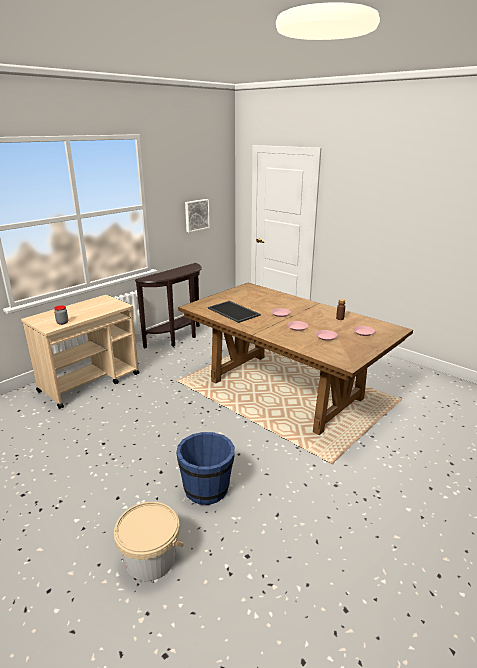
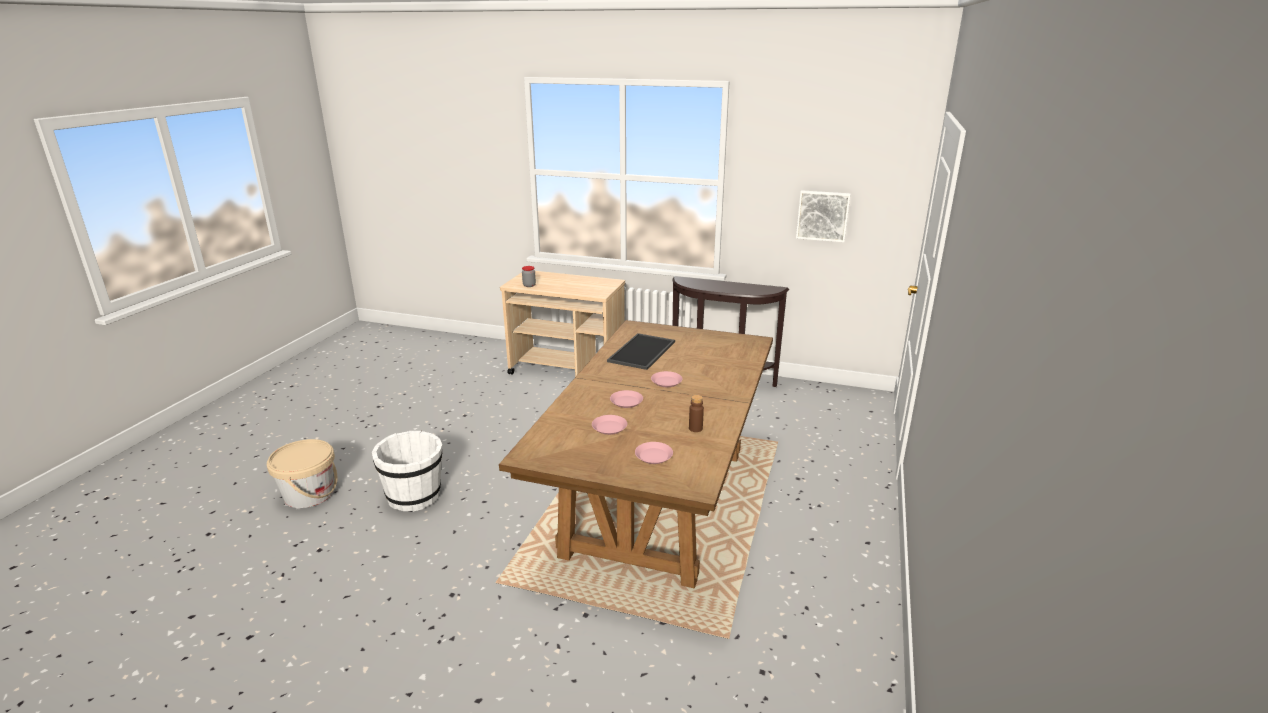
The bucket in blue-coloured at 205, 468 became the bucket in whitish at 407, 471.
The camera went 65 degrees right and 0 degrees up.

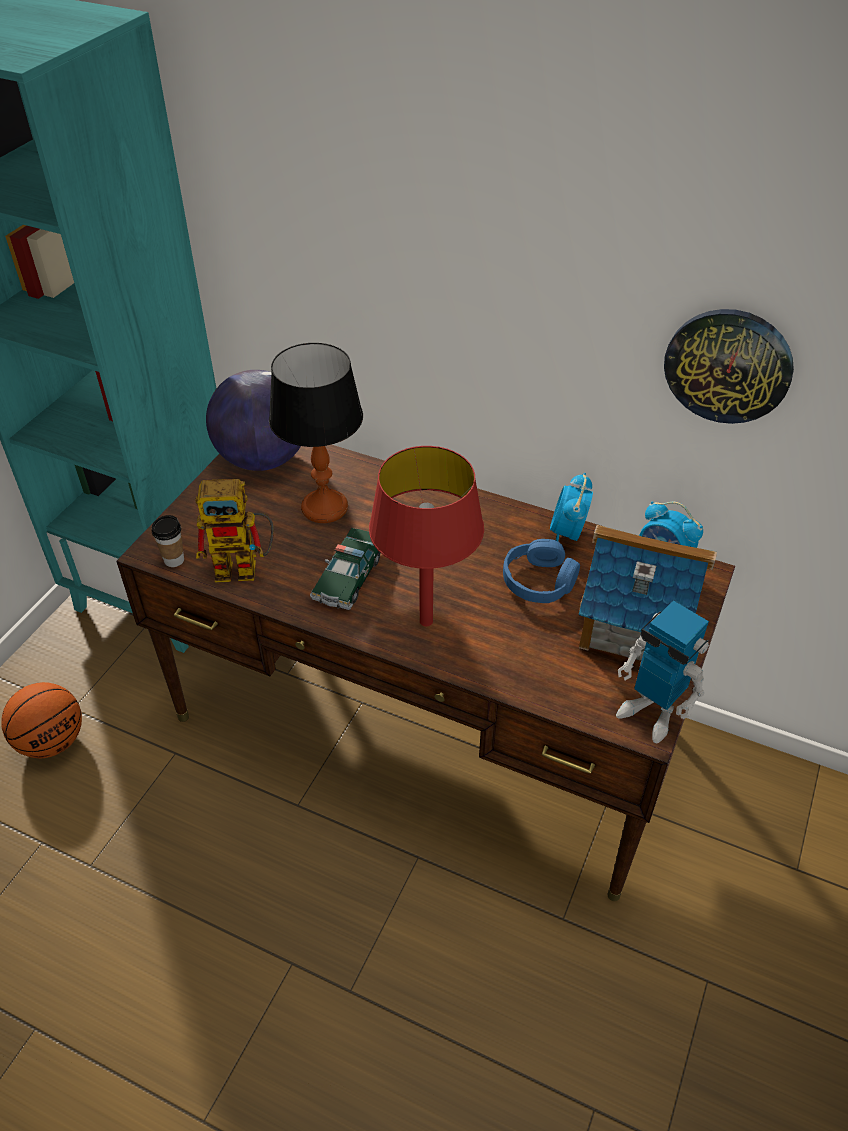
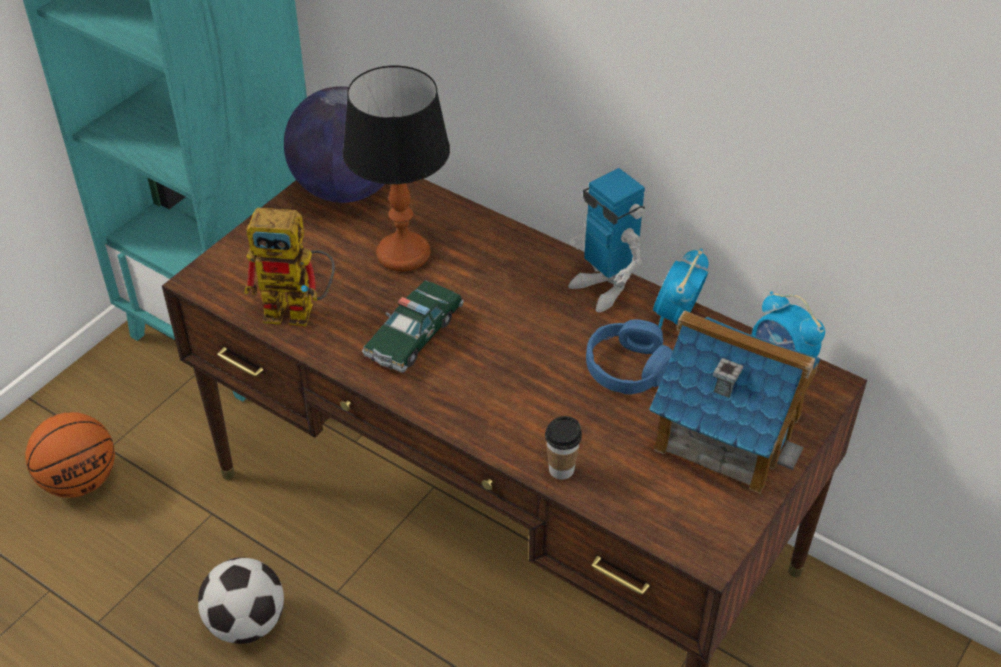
The clock on the wall at 729, 366 disappeared.
The table lamp in red at 426, 536 disappeared.
The cup moved from 168, 541 to 563, 448.
The robot figure moved from 662, 672 to 606, 240.
The ball for football at 241, 600 appeared.
The camera went 10 degrees right and 0 degrees up.

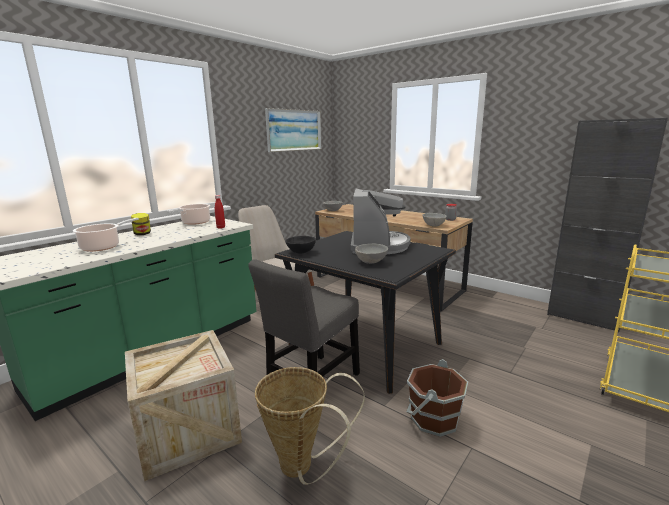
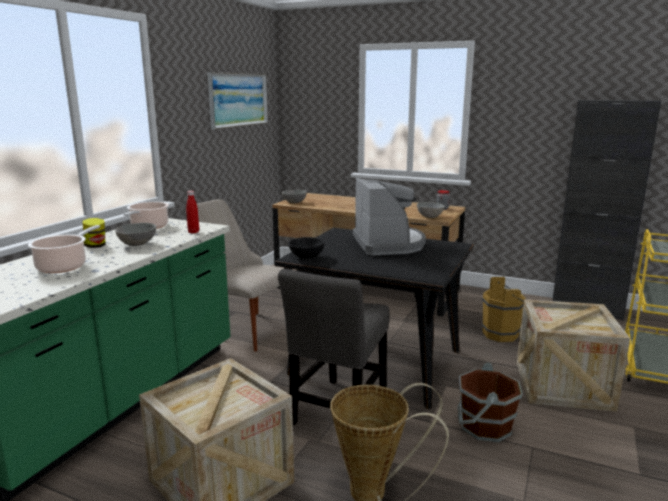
The bowl in grey moved from 371, 253 to 135, 234.
The bucket in brown at 504, 309 appeared.
The packing crate at 573, 355 appeared.
The camera went 15 degrees left and 0 degrees up.

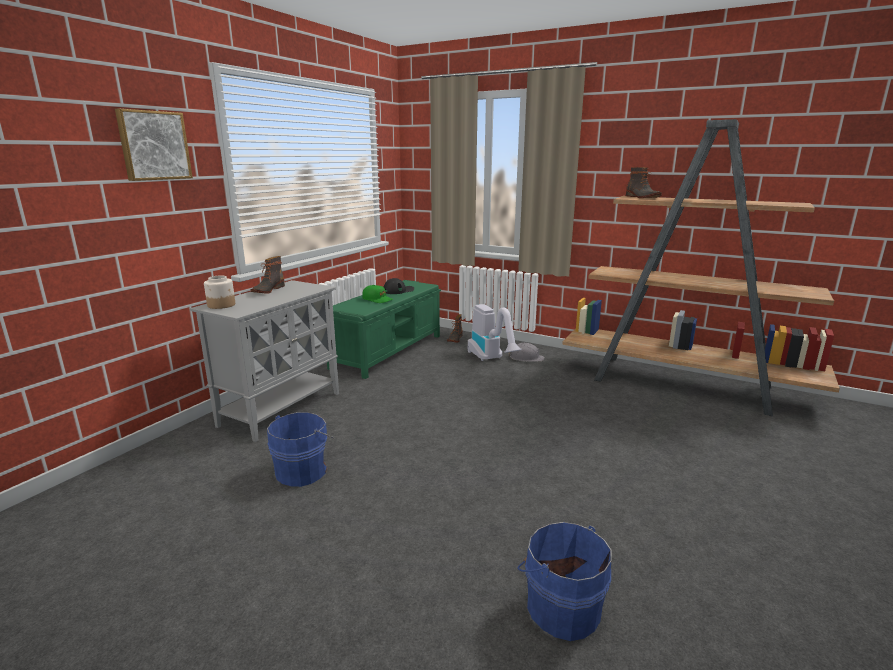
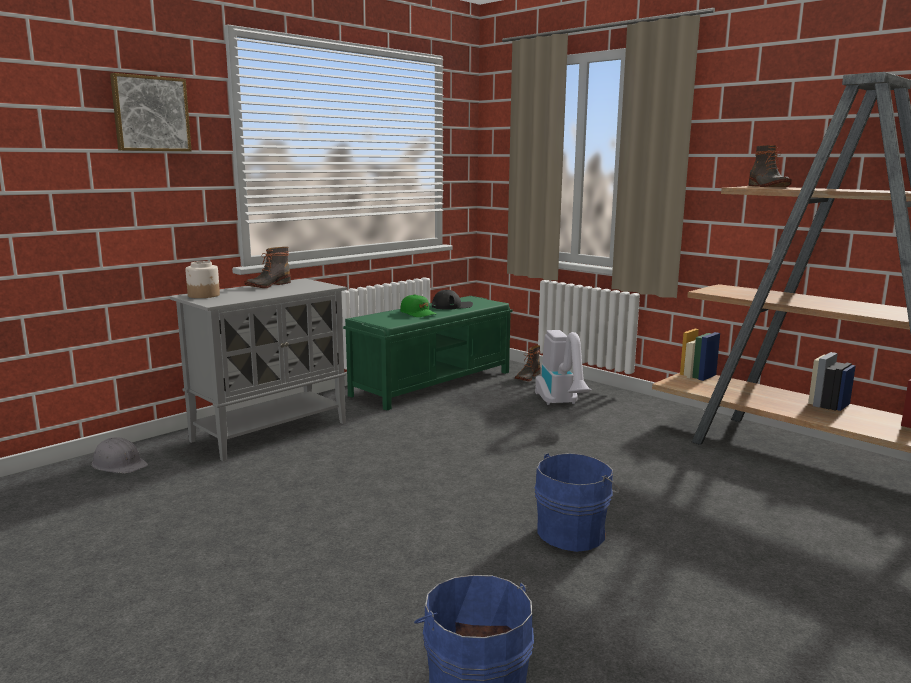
The safety helmet in grey moved from 526, 352 to 119, 455.
The bucket in blue-coloured moved from 300, 449 to 577, 502.
The camera went 15 degrees right and 5 degrees down.

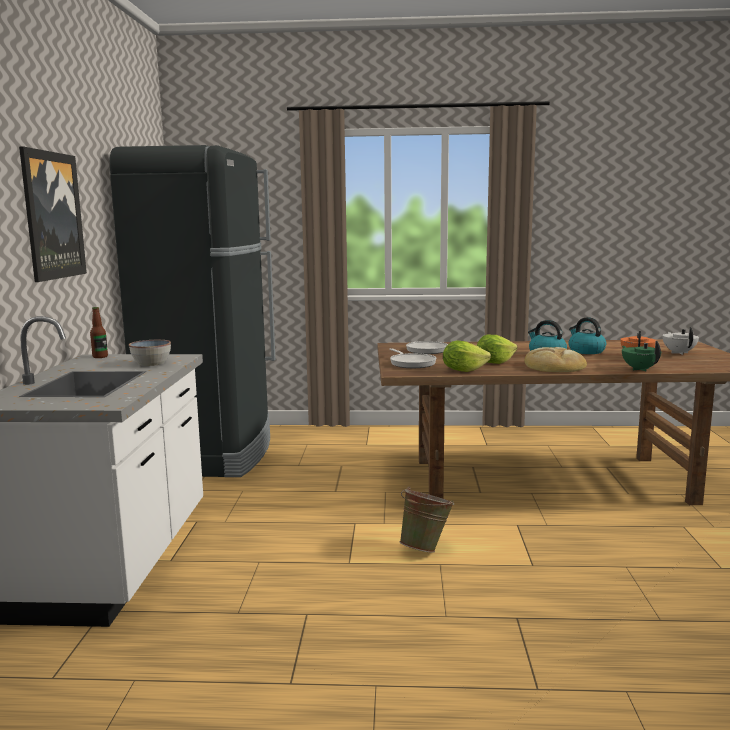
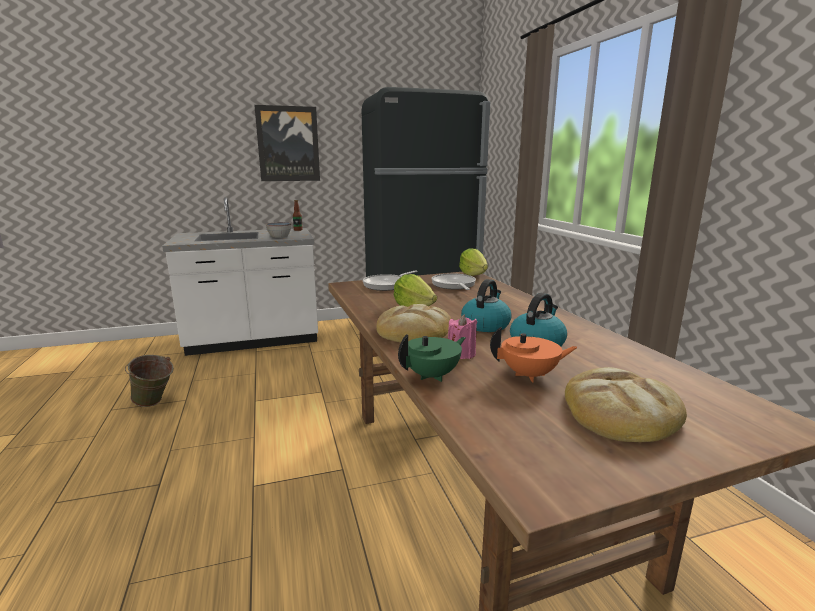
The teapot in whitish at 680, 341 was replaced by the bread at 626, 404.
The head of lettuce moved from 467, 356 to 473, 262.
The bucket in green moved from 426, 520 to 149, 381.
The wax candle in pink at 462, 336 appeared.
The camera went 70 degrees right and 5 degrees up.

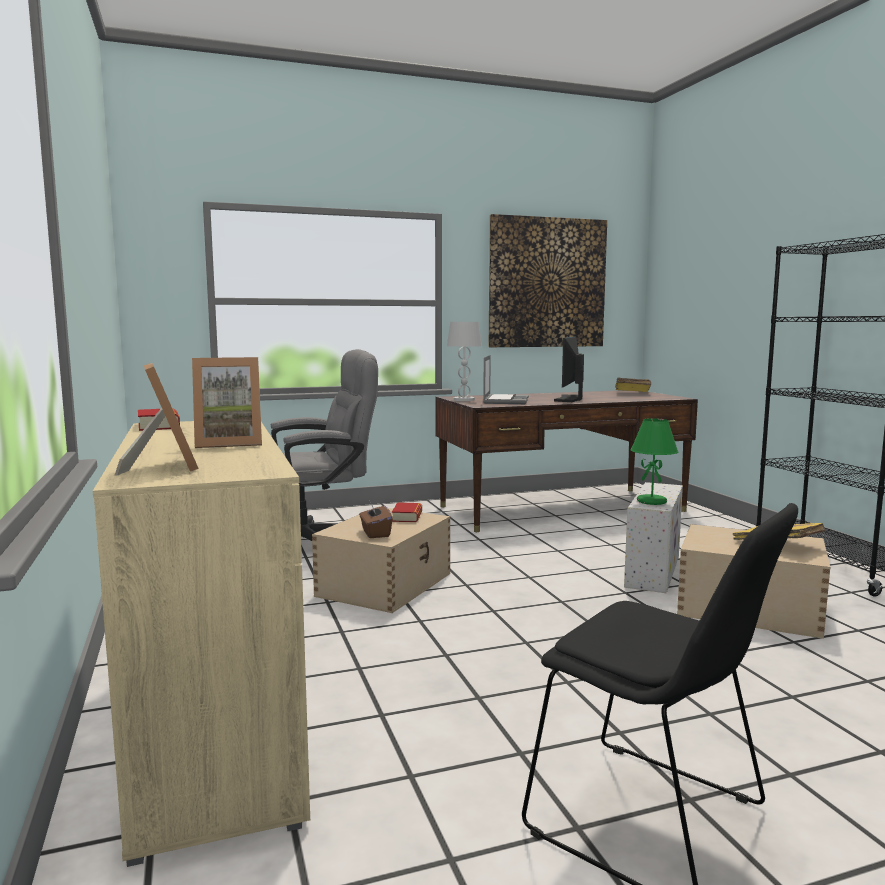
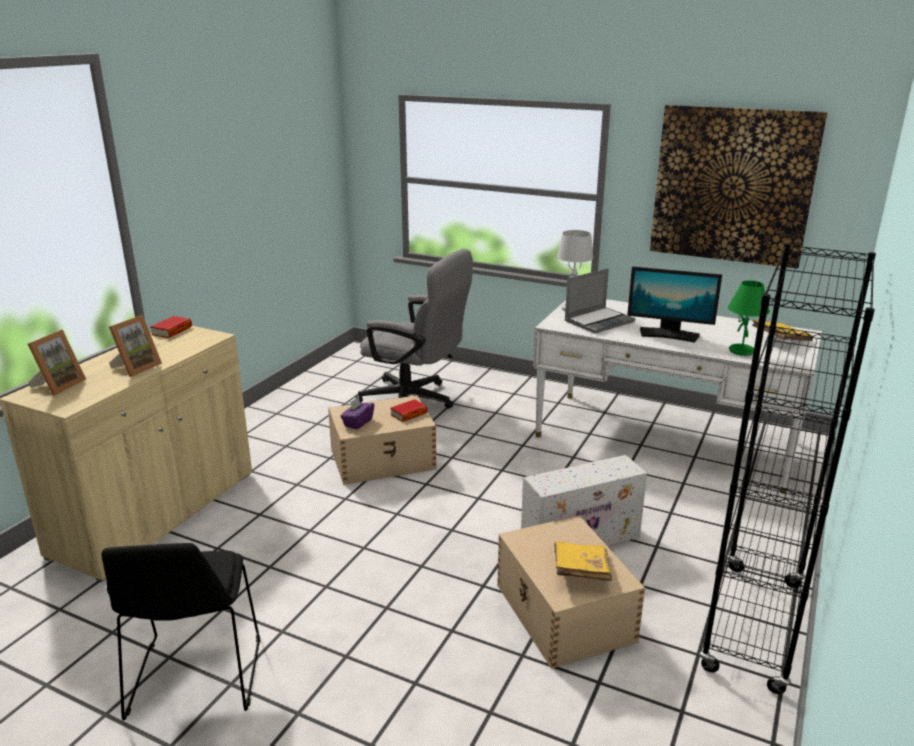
The computer display at 569, 369 turned 135 degrees counterclockwise.
The photo frame at 227, 402 turned 90 degrees counterclockwise.
The desk table in brown at 566, 461 became the desk table in whitish at 677, 396.
The table lamp in green moved from 654, 461 to 749, 318.
The tissue holder in brown at 375, 520 became the tissue holder in purplish at 357, 413.
The camera went 45 degrees right and 15 degrees up.

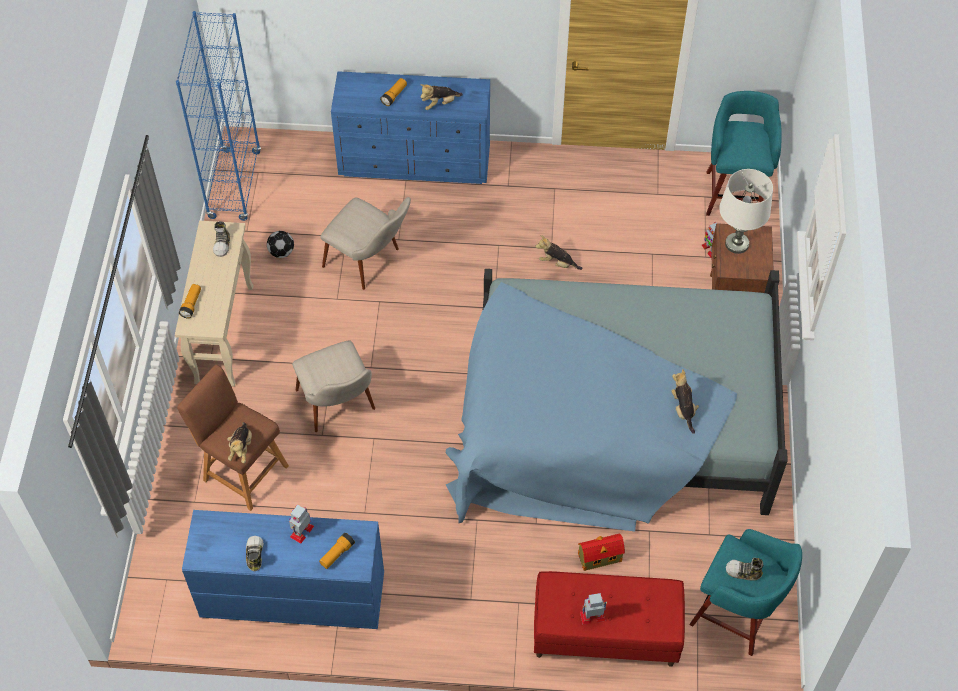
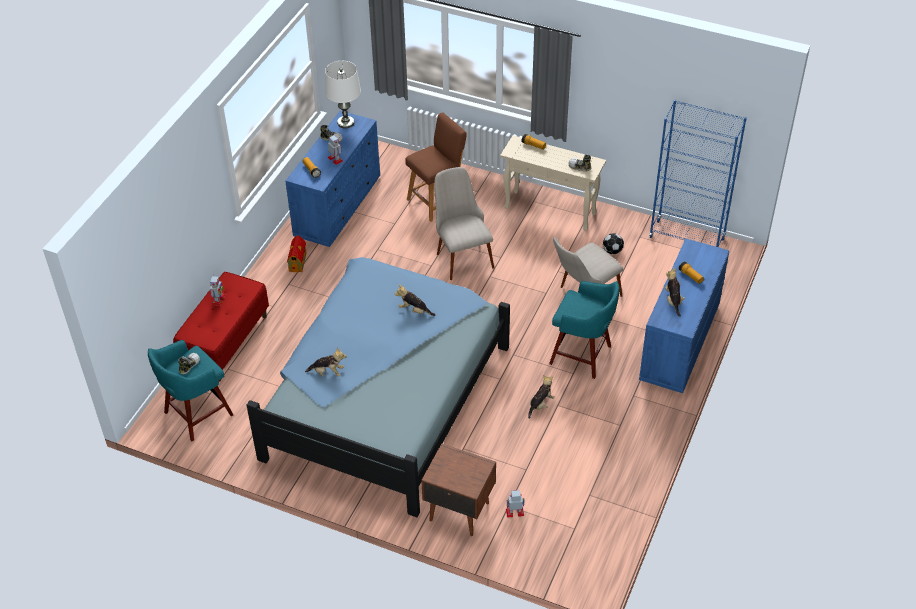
The stool in turquoise-coloured moved from 744, 153 to 584, 330.
The table lamp in whitish moved from 746, 211 to 343, 94.
The plain chair in beige at 333, 386 turned 75 degrees clockwise.
The plush toy moved from 239, 442 to 414, 300.
The model house moved from 601, 552 to 296, 254.
The camera went 110 degrees right and 10 degrees down.

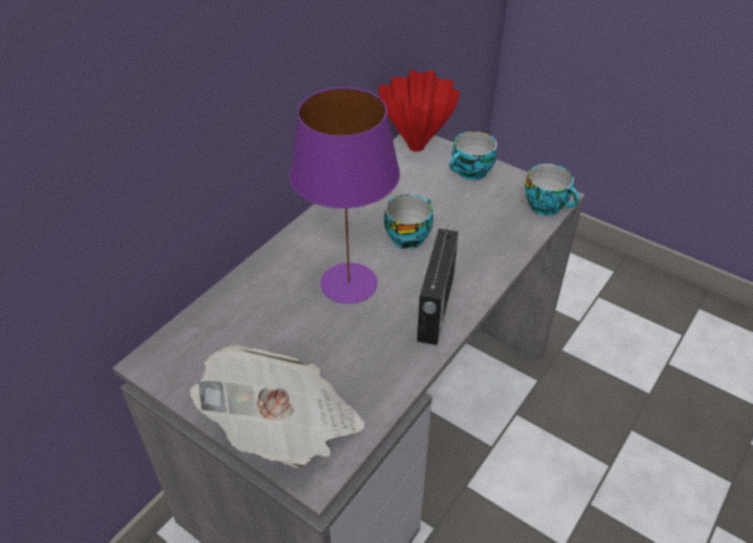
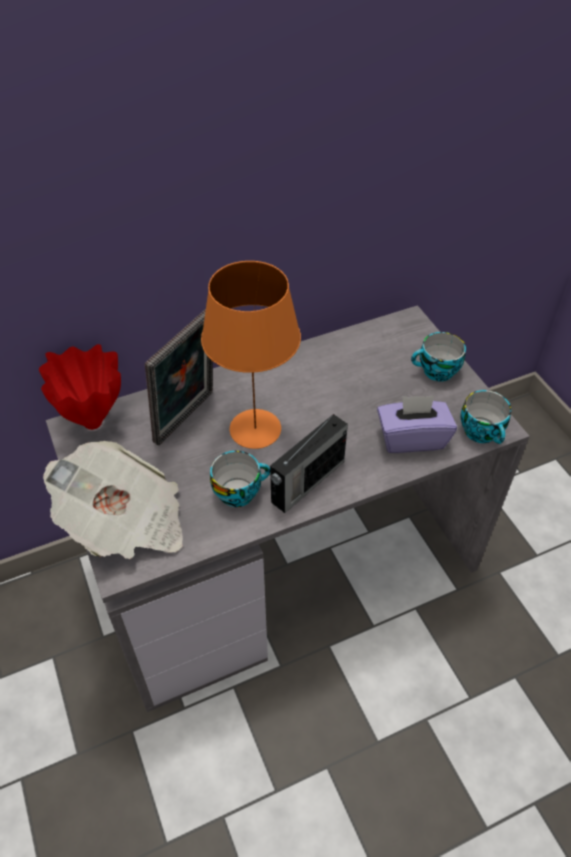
The vase in red moved from 419, 111 to 80, 387.
The table lamp in purplish at 344, 195 became the table lamp in orange-coloured at 251, 355.
The cup moved from 408, 221 to 240, 479.
The photo frame at 179, 377 appeared.
The tissue holder in purplish at 417, 424 appeared.
The camera went 30 degrees right and 5 degrees up.

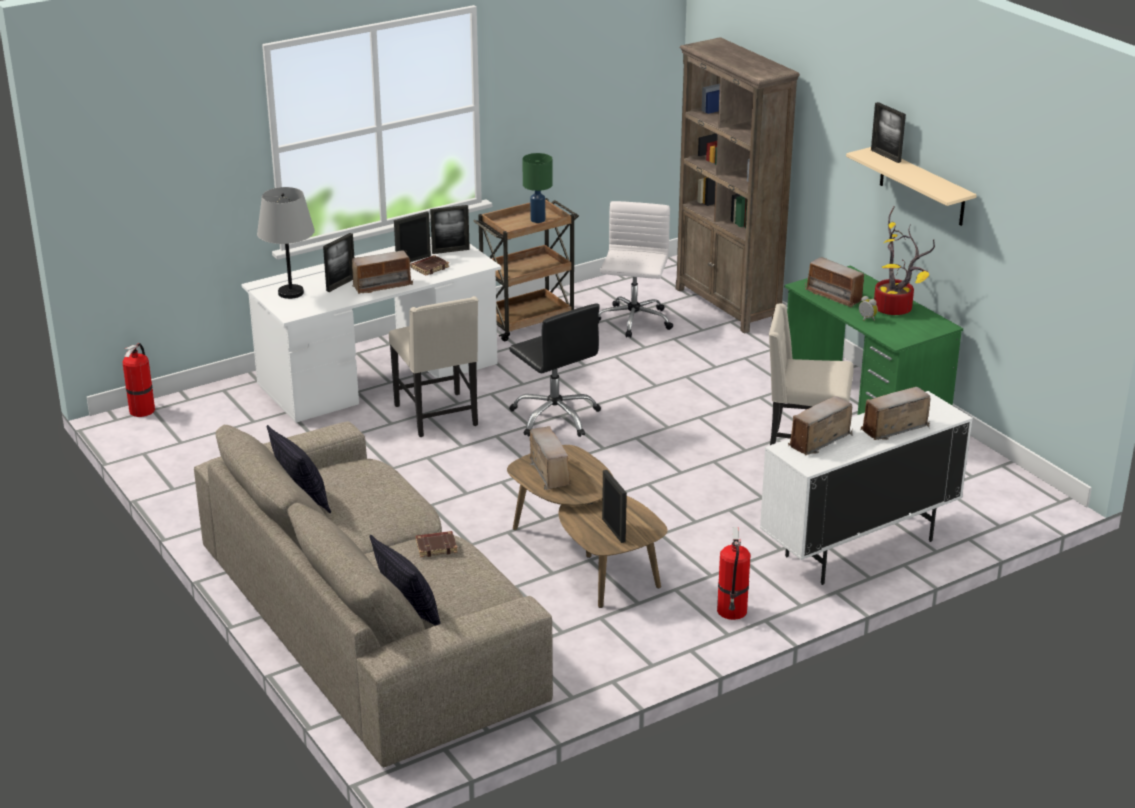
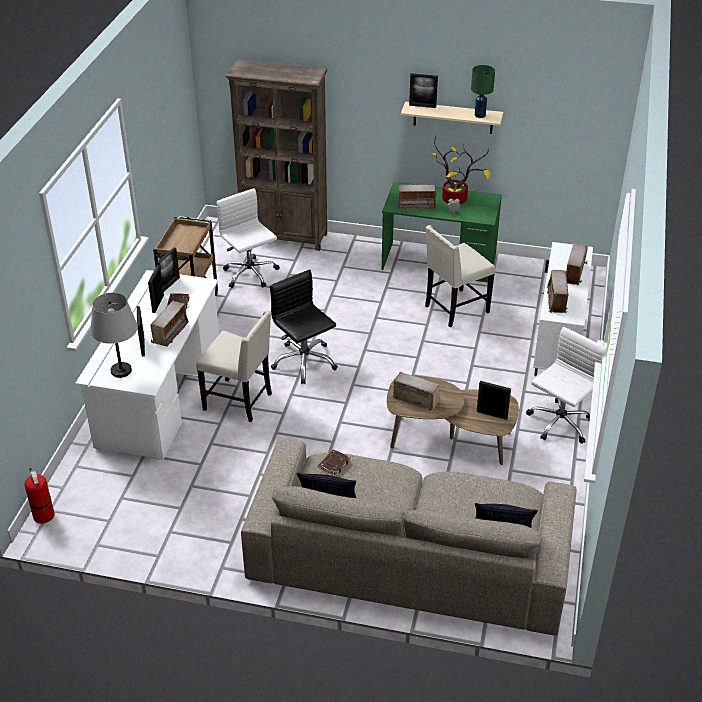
The table lamp in green moved from 537, 188 to 483, 91.
The computer chair in blackish at 555, 370 turned 135 degrees counterclockwise.
The extinguisher at 734, 573 was replaced by the computer chair in whitish at 566, 385.
The volume in brown moved from 436, 544 to 334, 462.
The camera went 45 degrees left and 10 degrees up.

